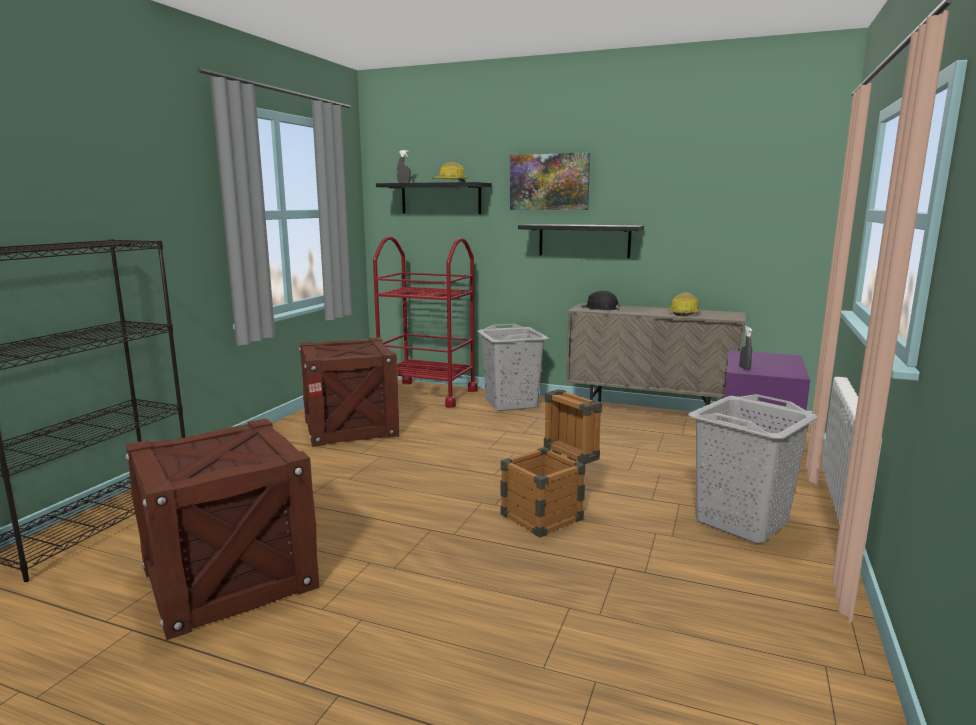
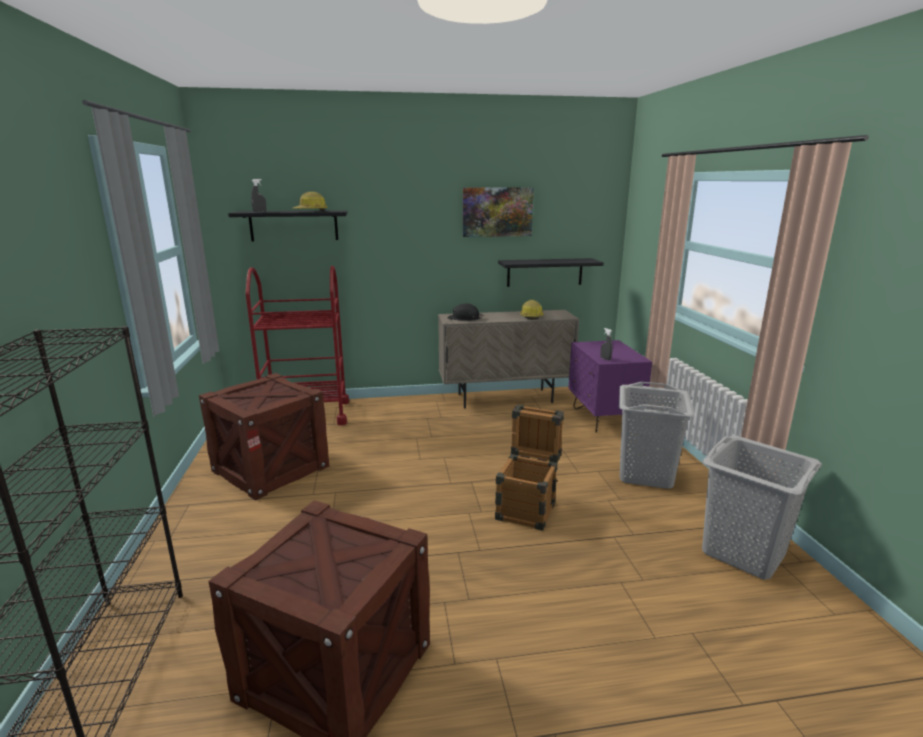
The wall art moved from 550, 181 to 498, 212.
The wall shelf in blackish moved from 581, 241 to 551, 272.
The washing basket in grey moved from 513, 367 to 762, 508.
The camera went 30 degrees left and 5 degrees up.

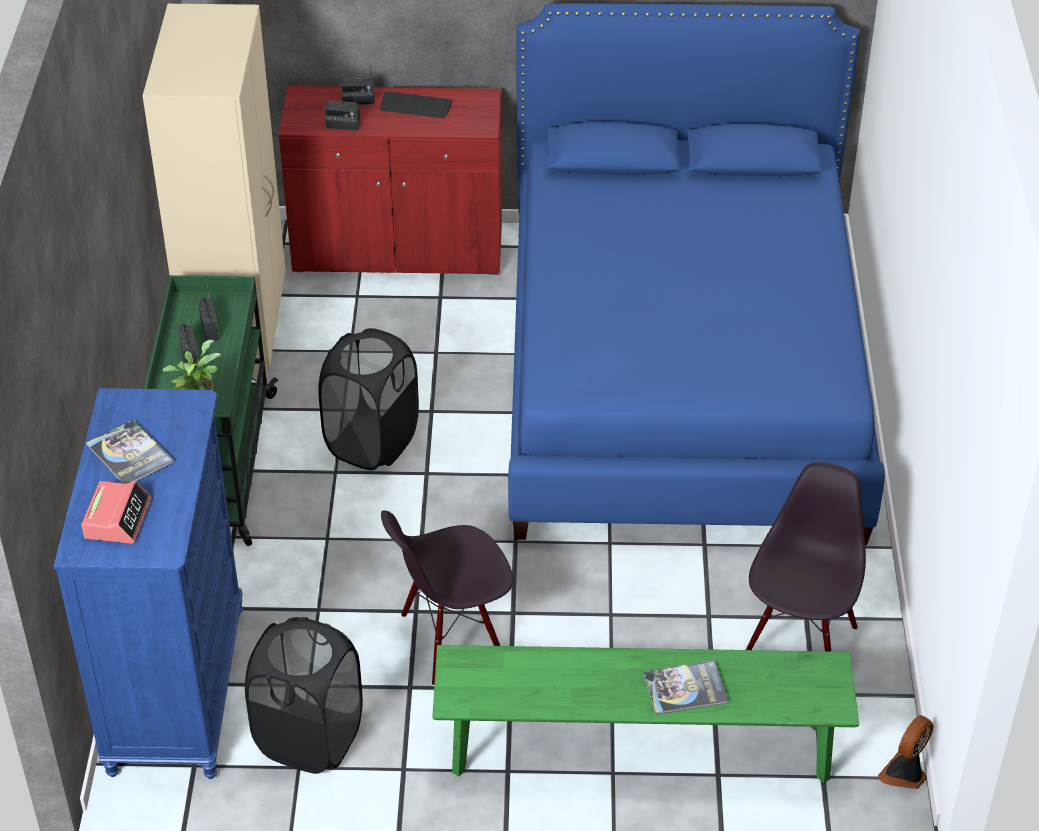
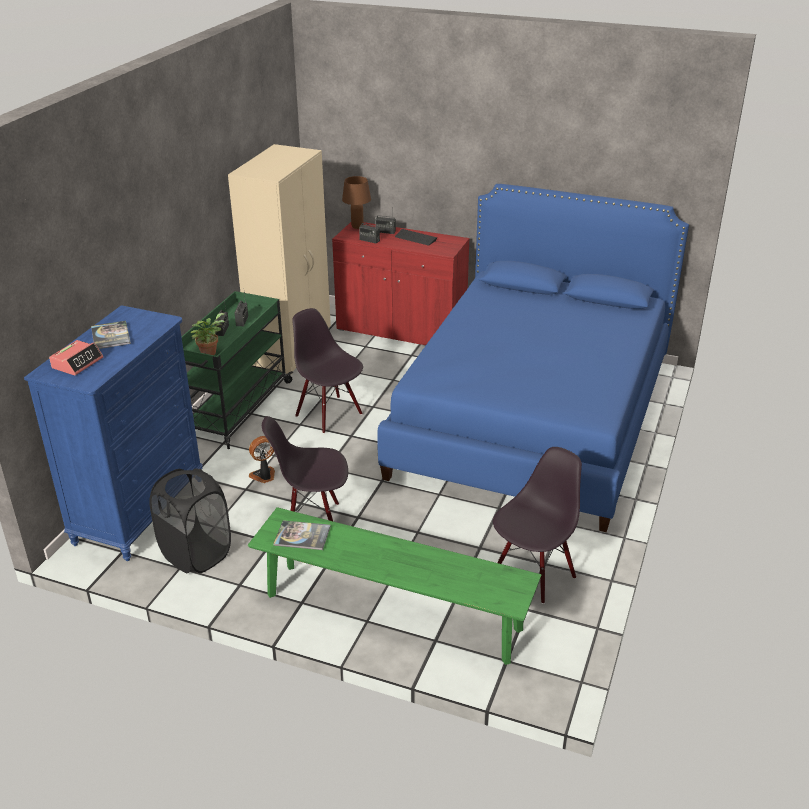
The washing basket in blackish at 368, 399 was replaced by the plain chair in blackish at 327, 371.
The volume moved from 686, 687 to 302, 535.
The electric fan moved from 905, 752 to 262, 459.
The table lamp in brown at 356, 202 appeared.
The camera went 20 degrees right and 10 degrees down.

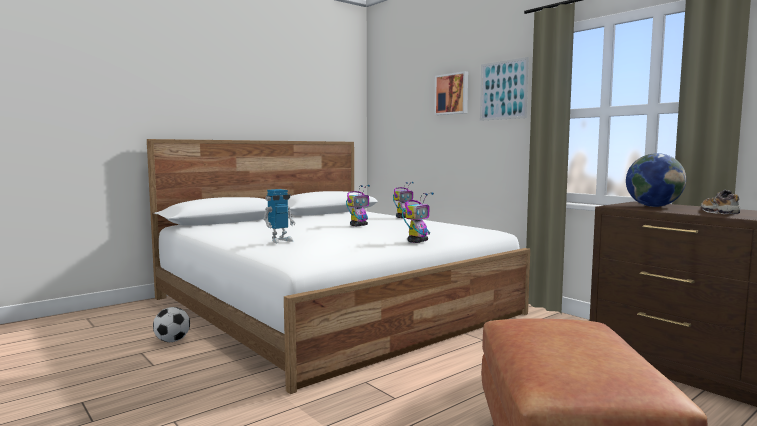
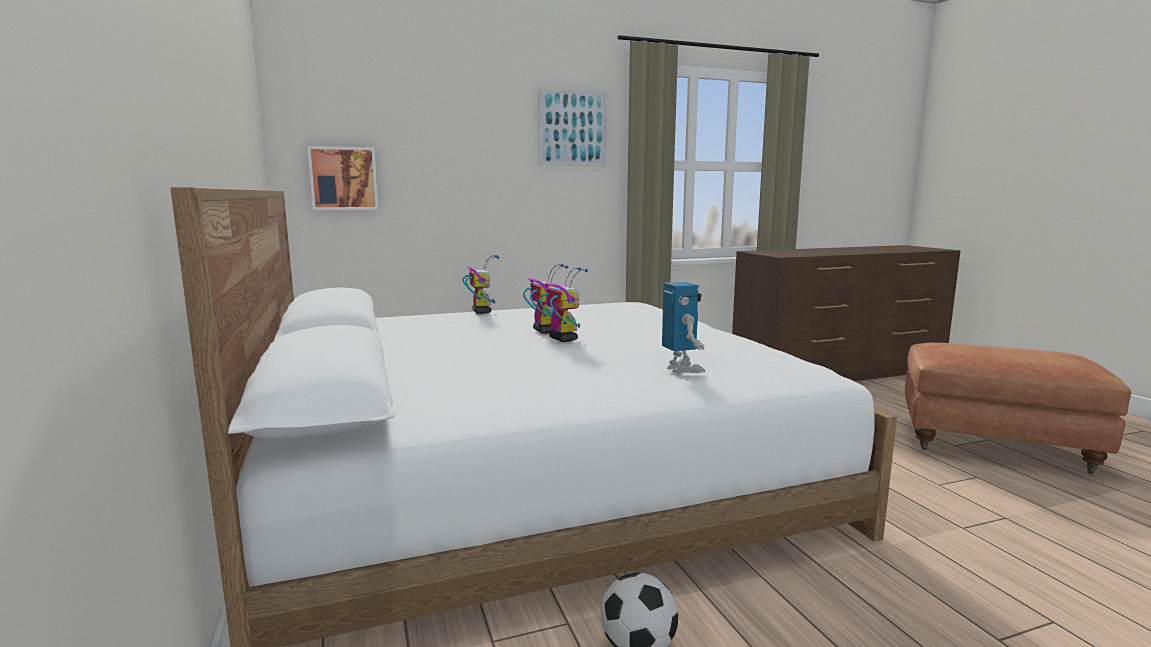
The wall art moved from 451, 93 to 342, 178.
The world globe at 656, 180 disappeared.
The shoe at 720, 202 disappeared.
The robot figure moved from 418, 217 to 563, 304.
The camera went 70 degrees left and 5 degrees up.

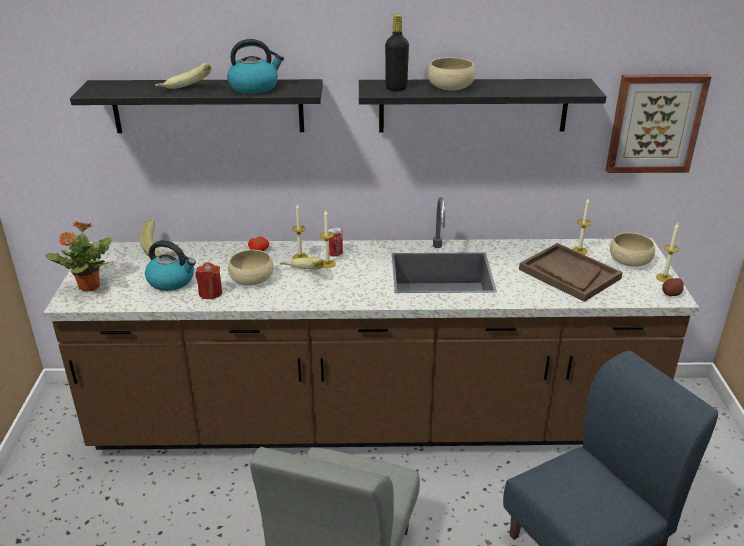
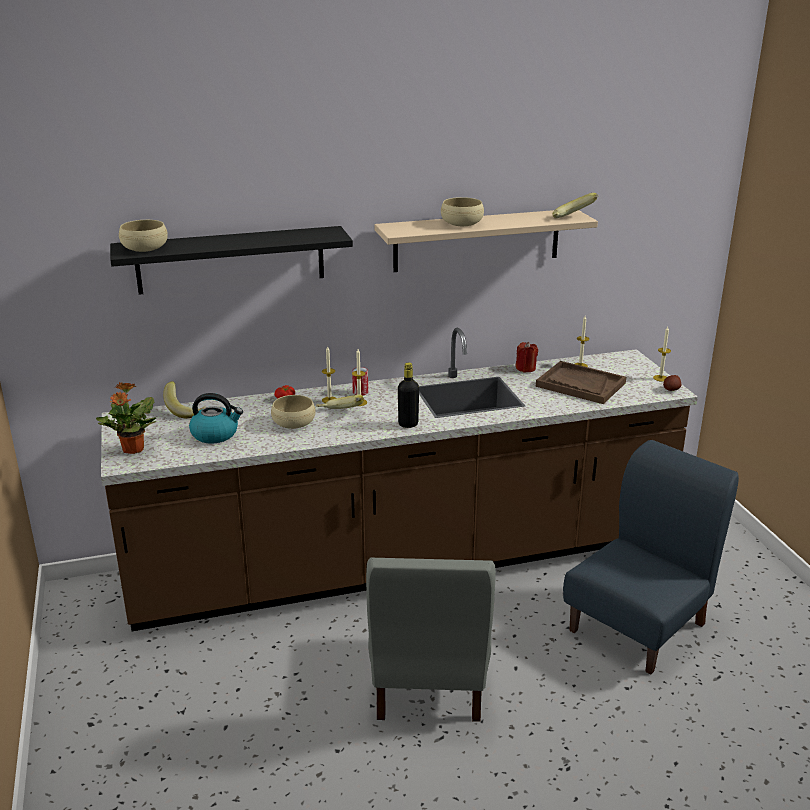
The drink bottle in blackish moved from 397, 53 to 408, 395.
The water kettle at 255, 66 disappeared.
The whole banana moved from 183, 76 to 575, 205.
The wall art at 658, 123 disappeared.
The wall shelf in blackish at 483, 106 became the wall shelf in beige at 486, 241.
The bowl in beige moved from 632, 250 to 143, 236.
The wax candle in red moved from 208, 281 to 527, 357.
The camera went 15 degrees left and 5 degrees down.

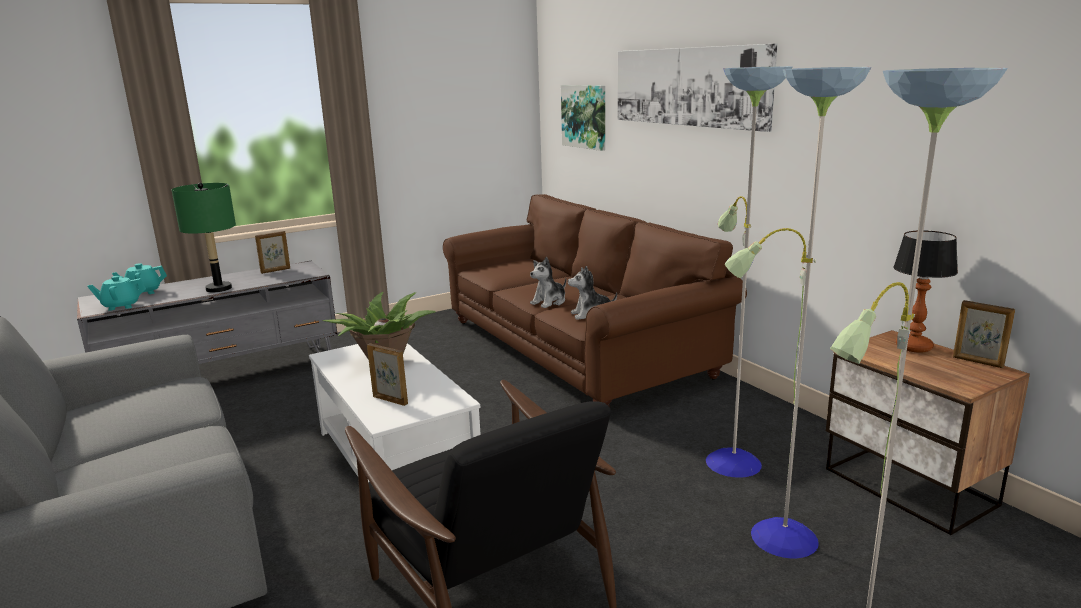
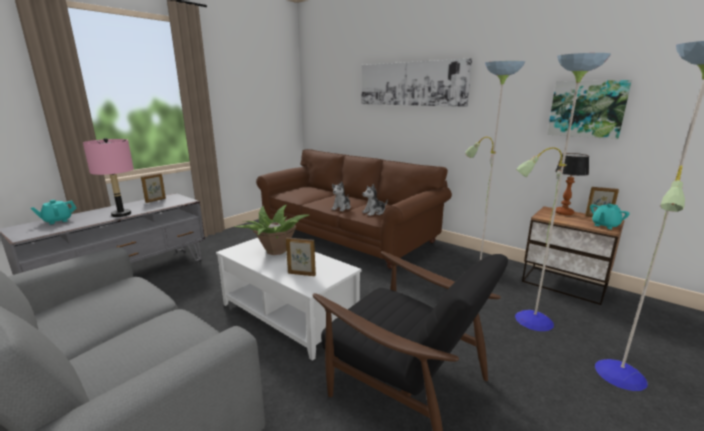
The wall art moved from 583, 118 to 589, 109.
The table lamp in green at 204, 237 became the table lamp in pink at 108, 177.
The teapot in turquoise-coloured moved from 116, 293 to 610, 216.
The camera went 20 degrees left and 0 degrees up.

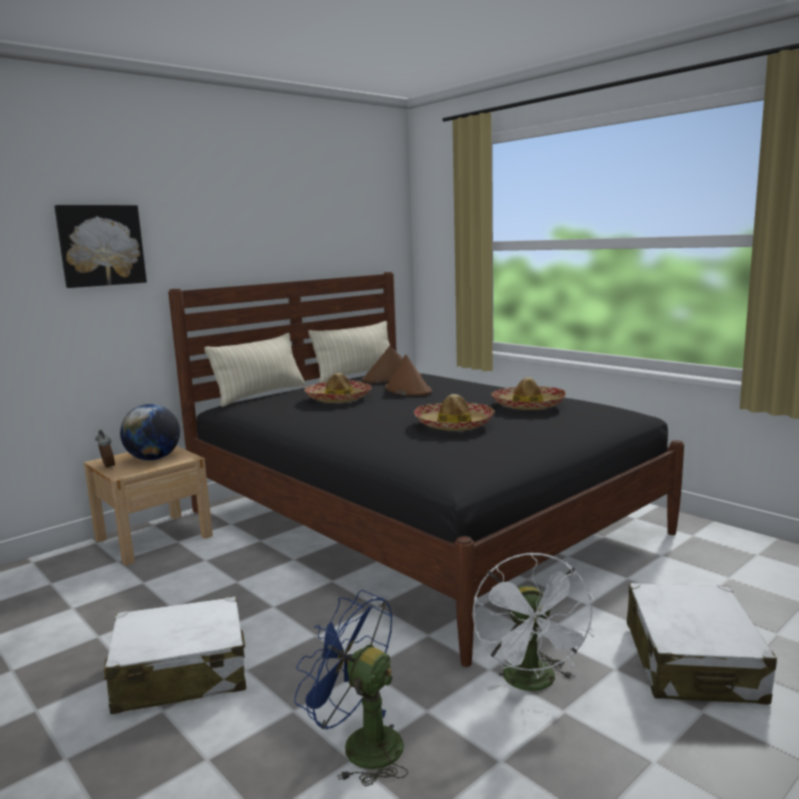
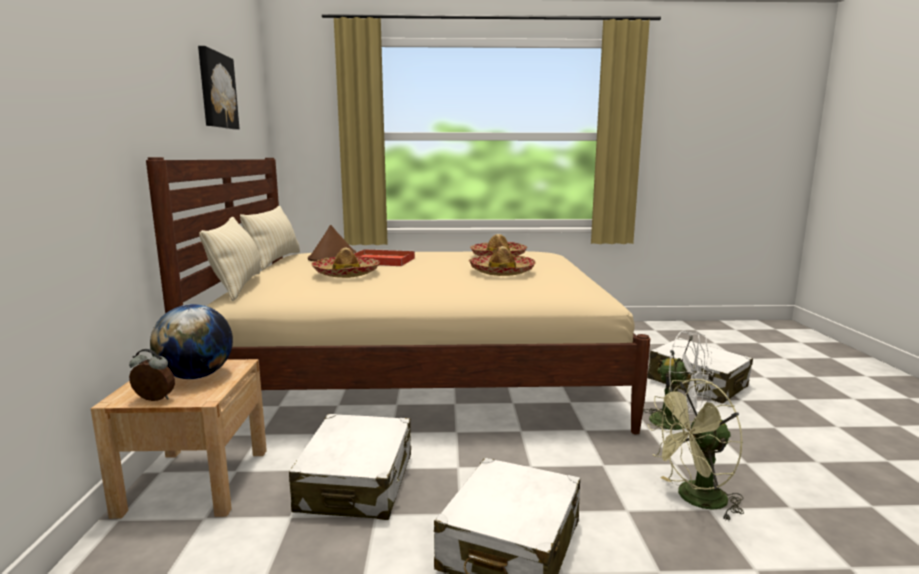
The wall art moved from 101, 246 to 219, 87.
The sleeping bed in blackish at 426, 469 became the sleeping bed in beige at 398, 296.
The clothing hat in brown at 408, 375 was replaced by the carrying tray in red at 384, 257.
The electric fan in blue-coloured at 351, 688 became the electric fan in green at 695, 450.
The travel case in whitish at 350, 467 appeared.
The camera went 50 degrees left and 0 degrees up.

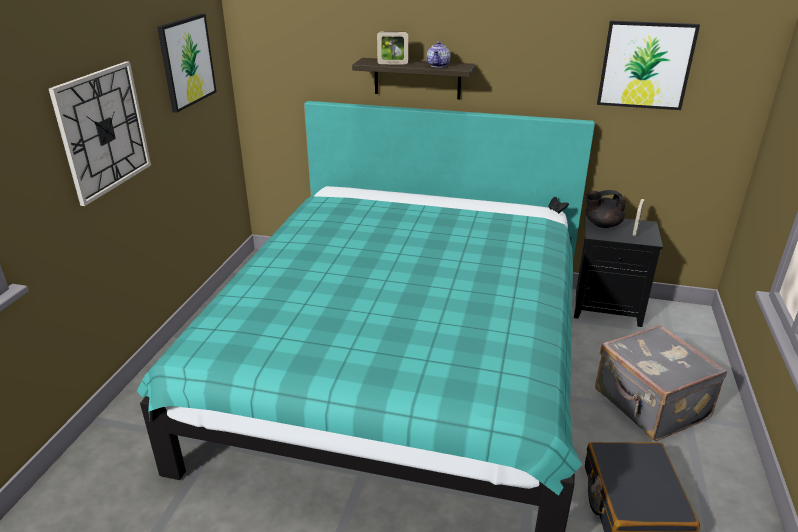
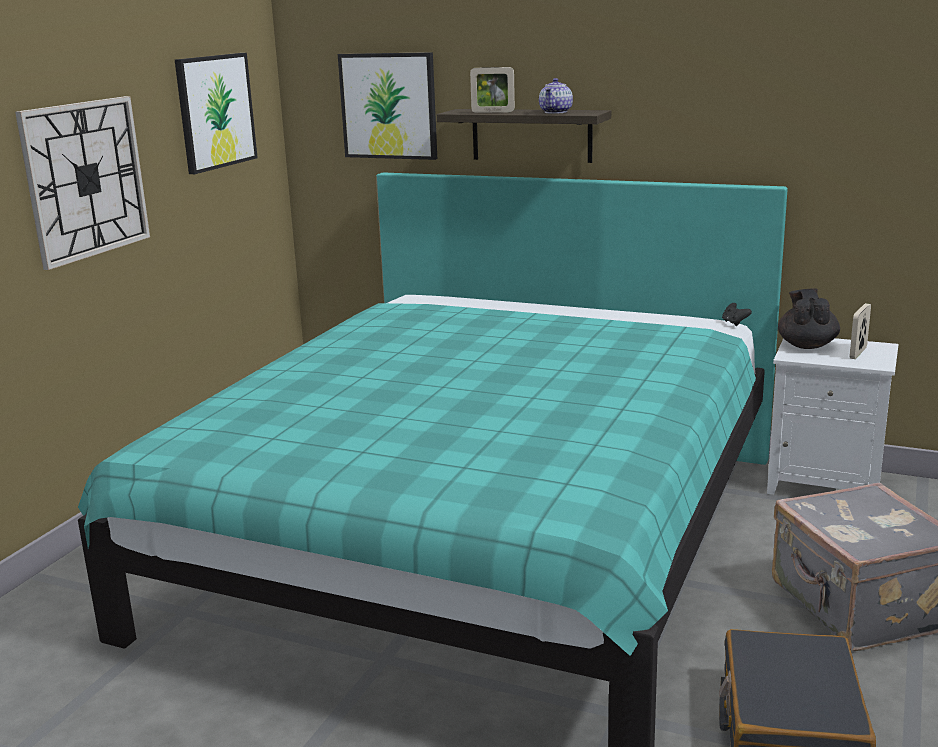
The wall art moved from 648, 65 to 387, 106.
The teapot in blackish at 605, 209 turned 90 degrees clockwise.
The bedside table in blackish at 618, 271 became the bedside table in whitish at 833, 416.
The camera went 10 degrees right and 10 degrees down.

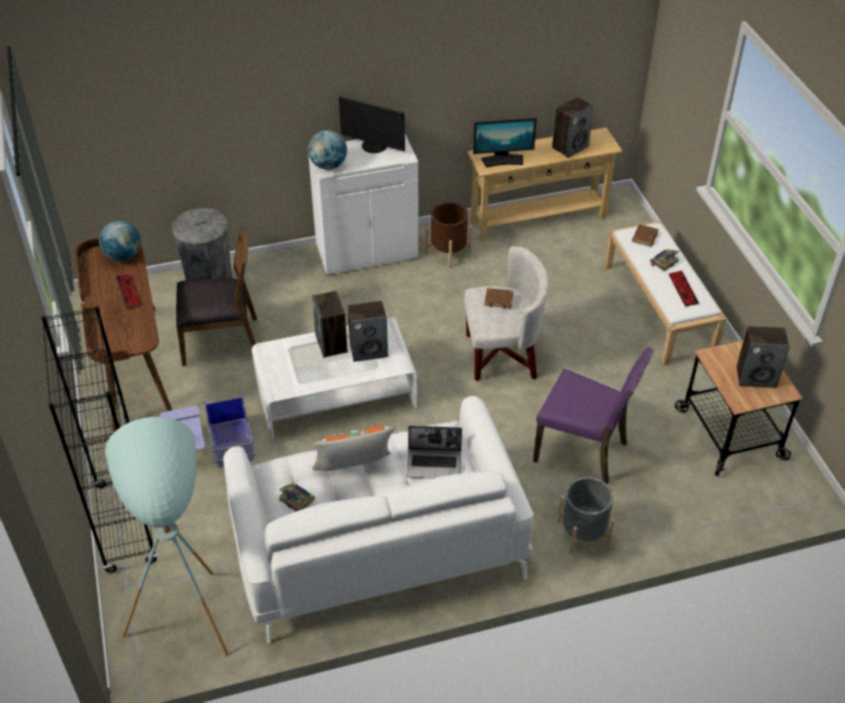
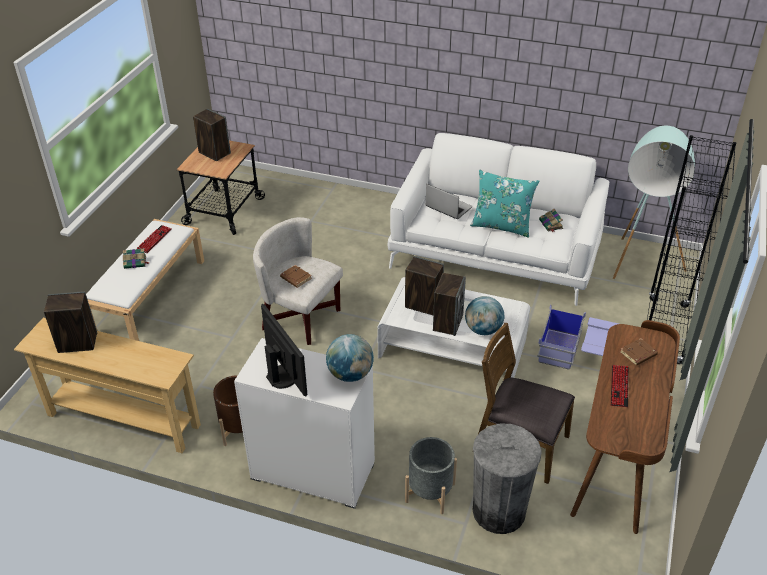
The computer display at 505, 143 disappeared.
The world globe moved from 120, 241 to 484, 315.
The volume in brown moved from 645, 236 to 639, 352.
The plain chair in purplish at 593, 415 disappeared.
The pillow in orange-coloured at 353, 448 became the pillow in turquoise-coloured at 504, 204.
The planter in grey moved from 586, 515 to 431, 475.
The camera went 145 degrees left and 5 degrees down.

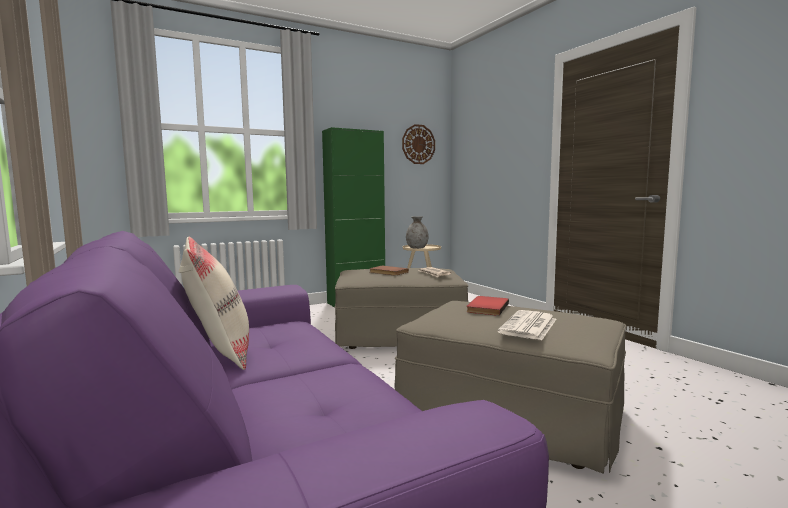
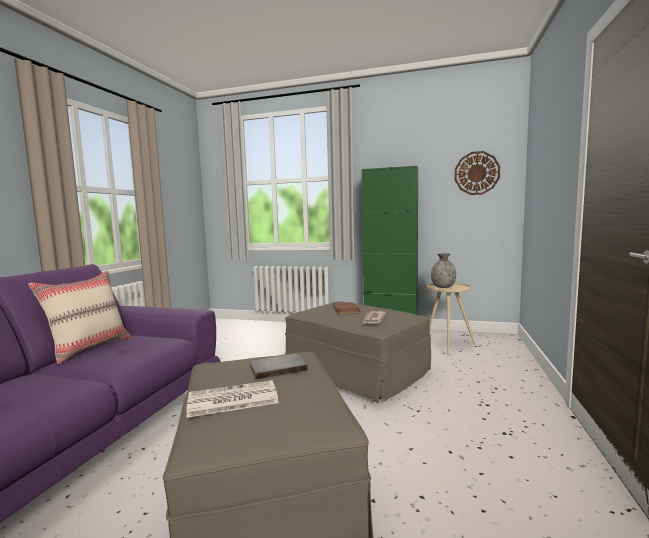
The volume in red at 487, 306 became the volume in grey at 278, 366.
The camera went 45 degrees right and 0 degrees up.

